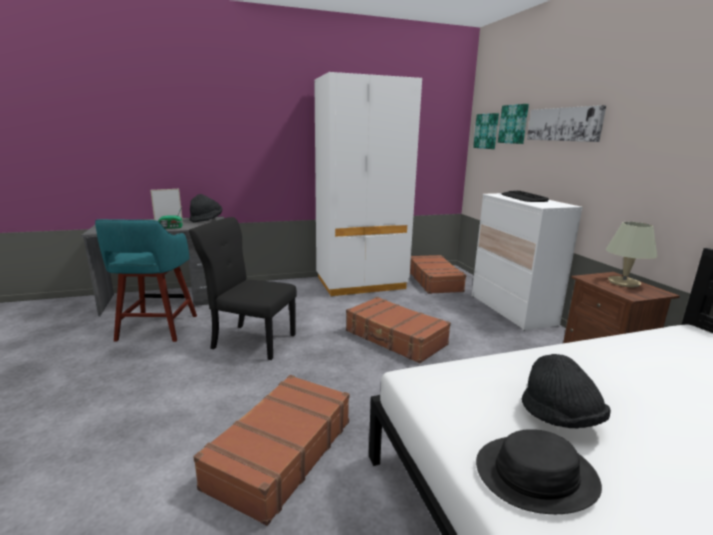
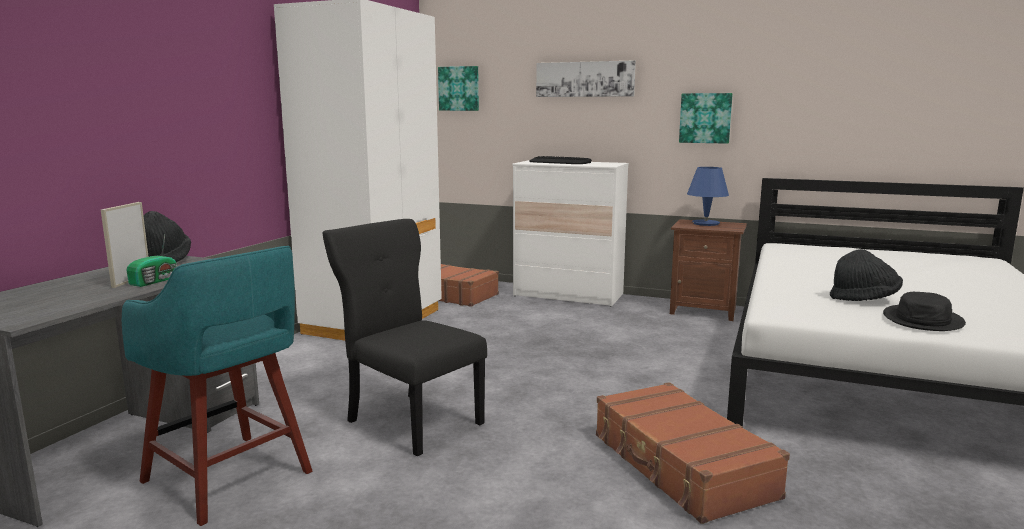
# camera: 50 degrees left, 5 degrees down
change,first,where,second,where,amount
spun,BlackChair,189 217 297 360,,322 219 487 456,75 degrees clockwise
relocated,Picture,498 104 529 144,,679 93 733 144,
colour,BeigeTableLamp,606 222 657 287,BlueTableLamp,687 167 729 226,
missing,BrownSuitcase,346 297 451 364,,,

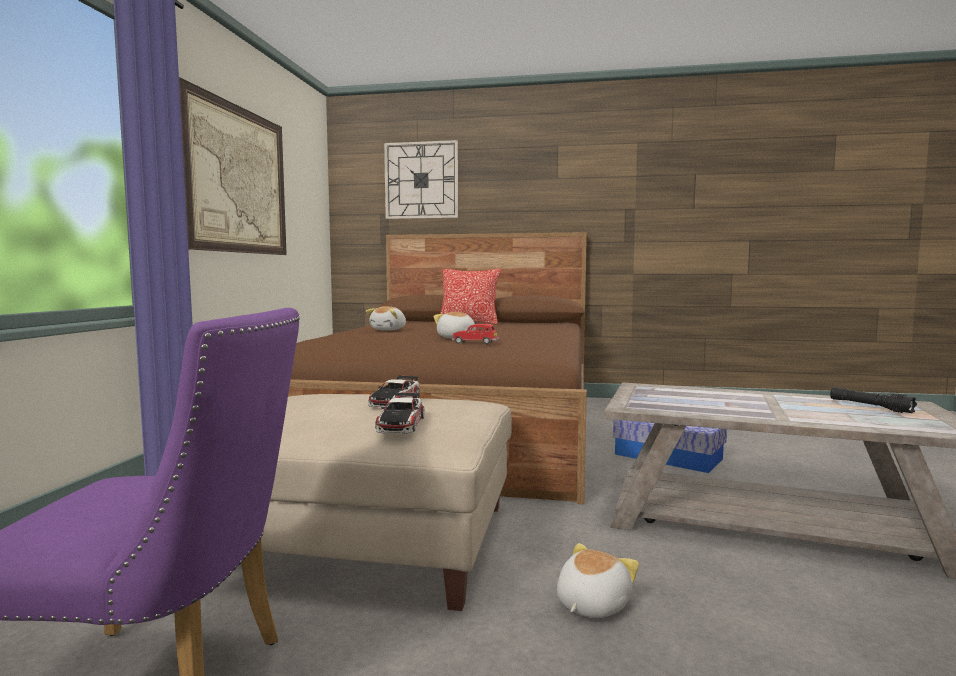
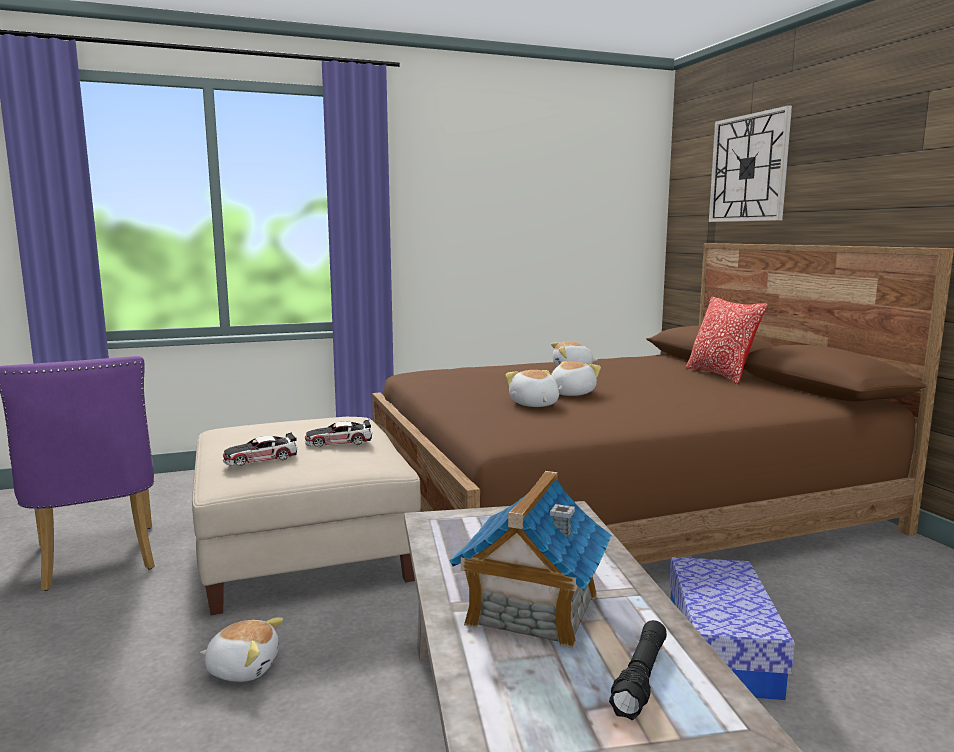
# camera: 60 degrees right, 5 degrees up
change,first,where,second,where,amount
appeared,,,ToyHouse,450 471 612 648,
exchanged,RedToyCar,452 324 500 344,PlushToy,506 370 559 407,
missing,Picture,179 77 287 255,,,

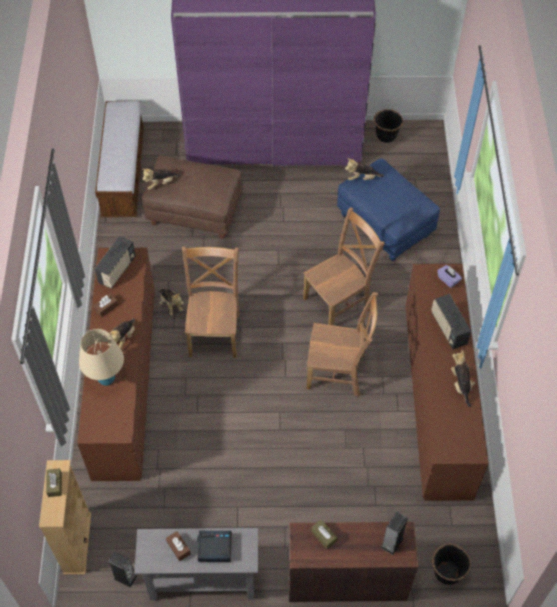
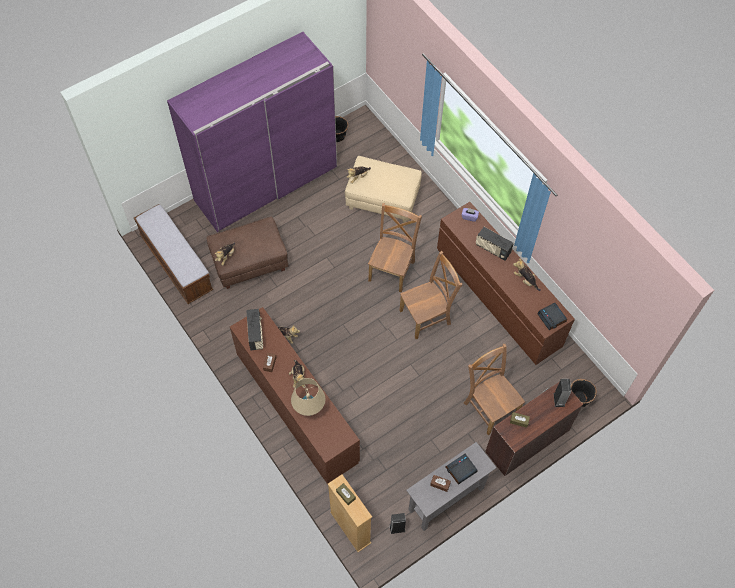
# camera: 35 degrees left, 5 degrees up
change,first,where,second,where,amount
colour,BlueOttoman,337 158 440 262,BeigeOttoman,345 156 422 223,
relocated,BrownChair,182 246 240 358,,464 344 525 435,
appeared,,,AlarmClock,537 303 567 330,

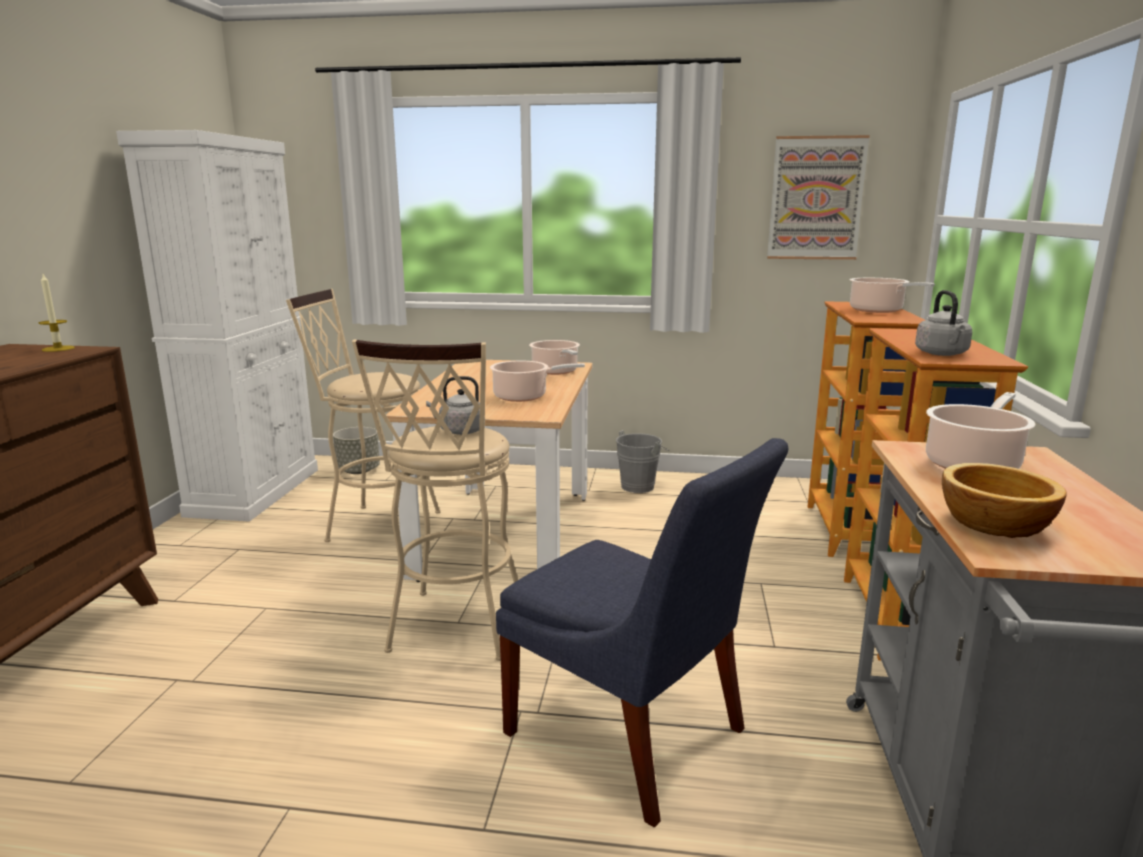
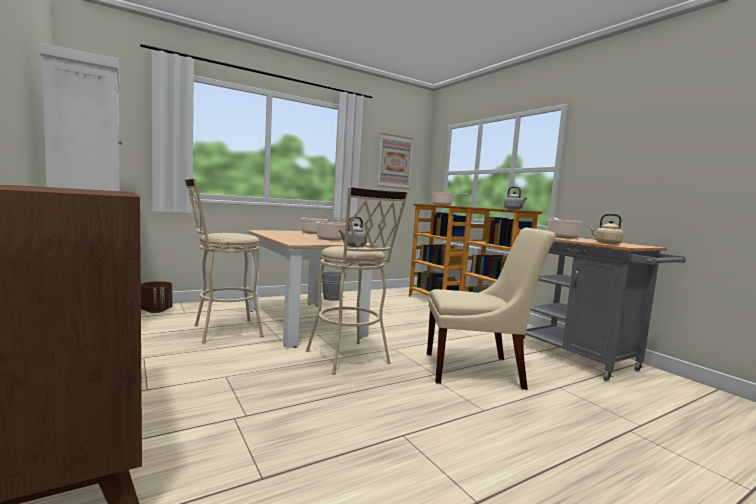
# camera: 40 degrees left, 10 degrees down
change,first,where,second,where,amount
colour,GreyPlanter,333 427 380 474,BrownPlanter,141 281 173 313,
colour,BlueChair,496 438 788 827,BeigeChair,427 227 556 390,
exchanged,Bowl,942 463 1066 538,BeigeKettle,589 214 624 245,
missing,Candle,39 274 75 352,,,

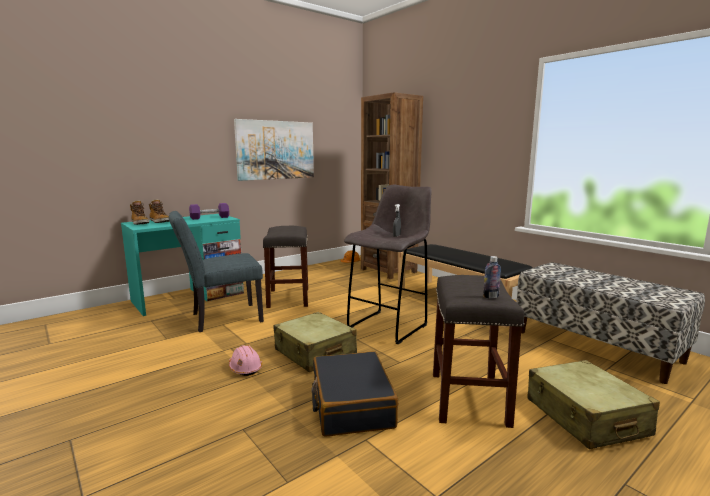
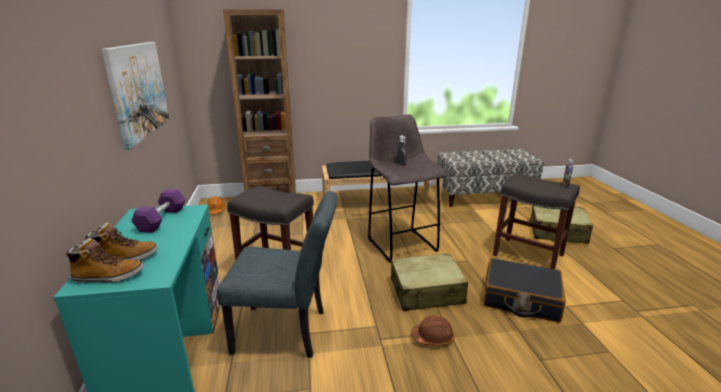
# camera: 60 degrees left, 10 degrees up
change,first,where,second,where,amount
spun,GreyChair,169 211 264 332,,217 191 337 358,90 degrees counterclockwise
colour,PinkHardHat,229 345 262 376,BrownHardHat,411 315 455 346,

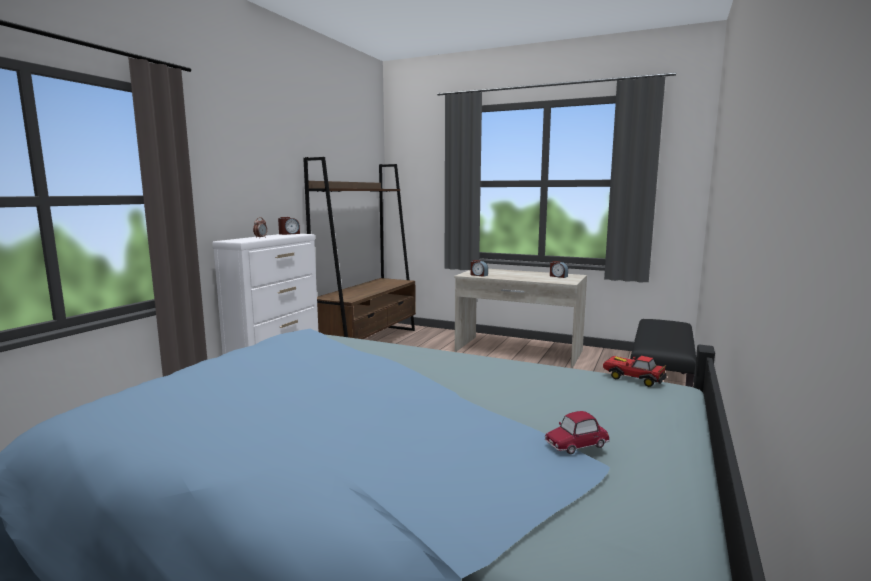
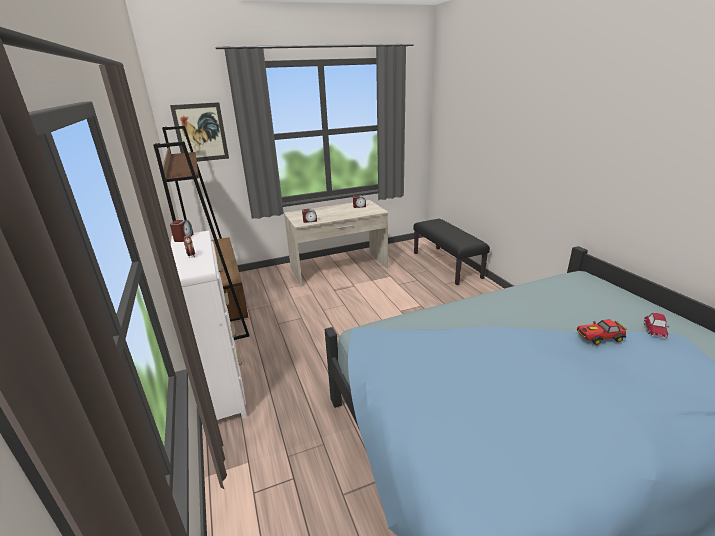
# camera: 45 degrees left, 15 degrees up
change,first,where,second,where,amount
appeared,,,Picture,170 102 229 162,
relocated,ToyCar,603 356 667 387,,577 319 627 345,

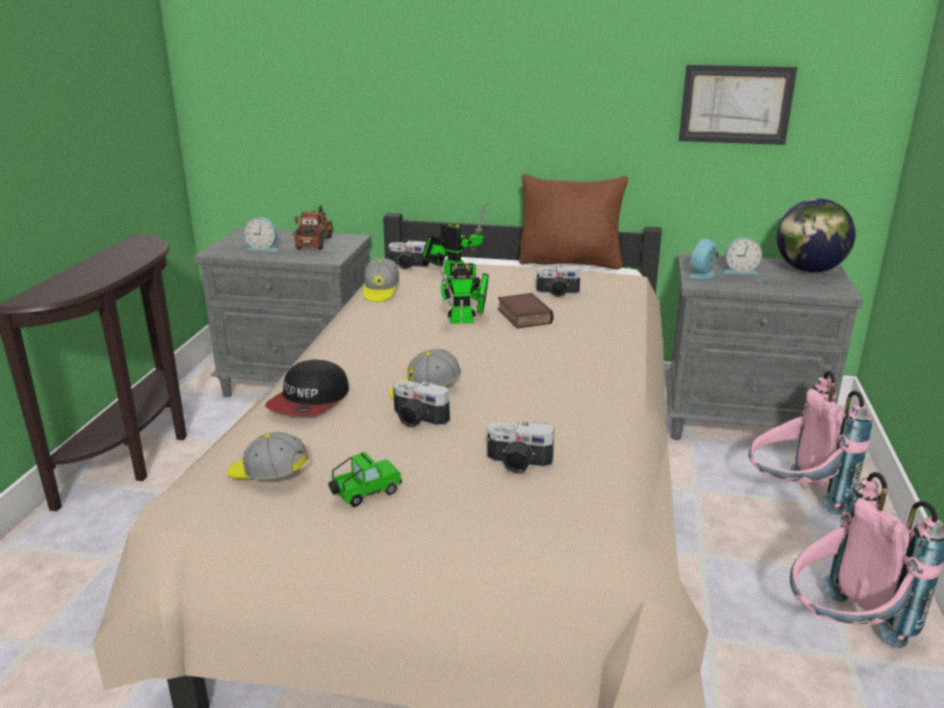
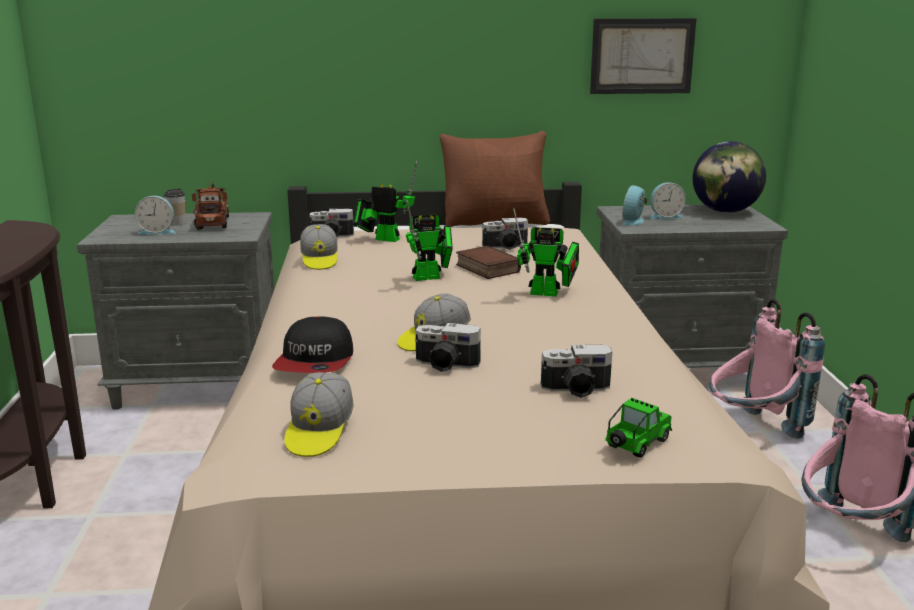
# camera: 15 degrees left, 5 degrees down
change,first,where,second,where,amount
appeared,,,Cup,164 188 186 225,
spun,Cap,227 432 309 480,,284 372 354 457,90 degrees counterclockwise
appeared,,,ToyRobot,513 208 579 297,
relocated,ToyCar,328 452 402 507,,605 398 672 458,

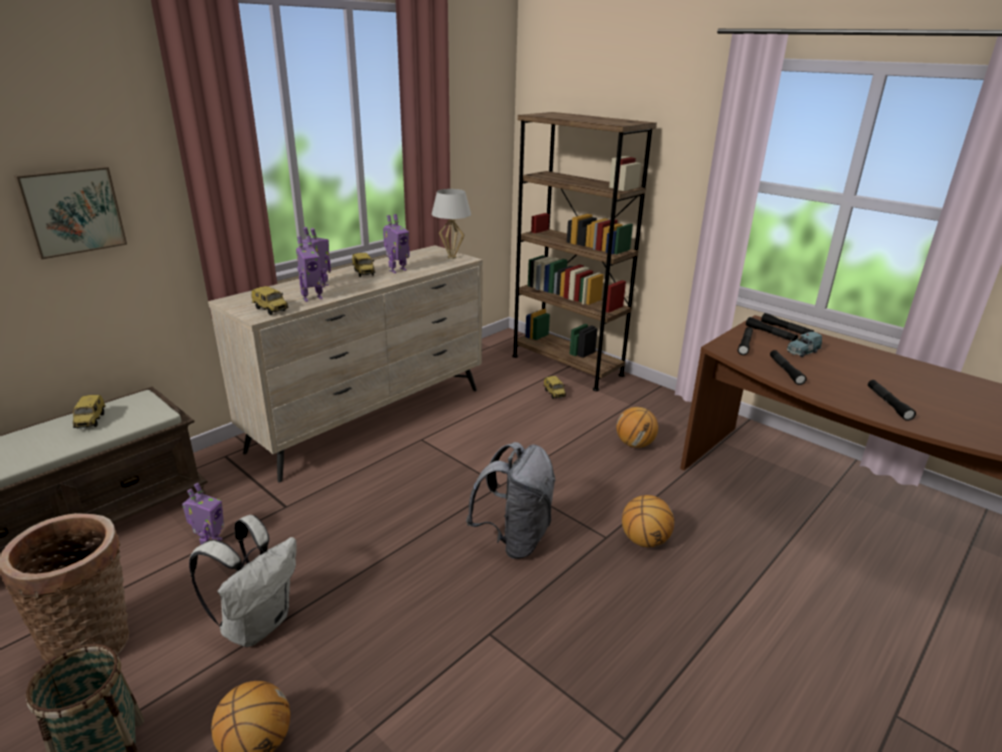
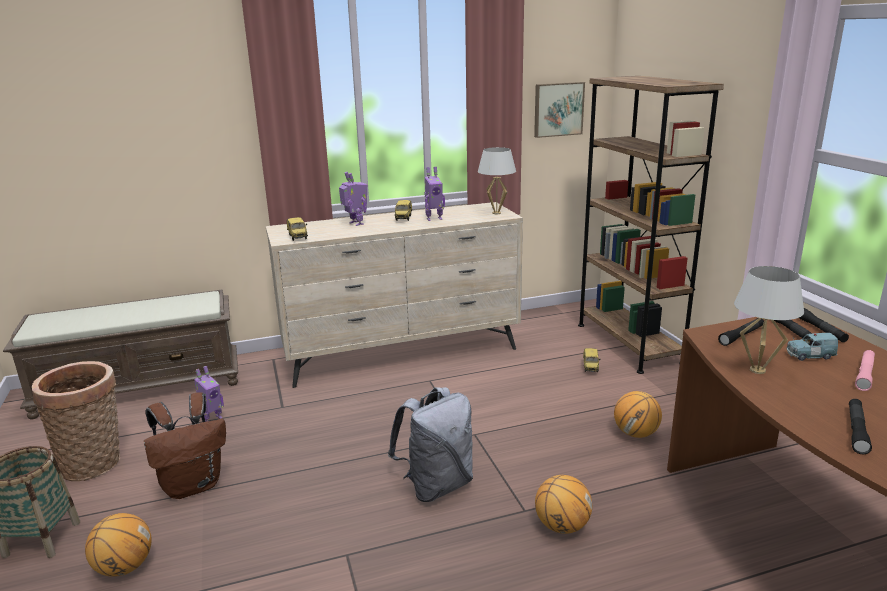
# camera: 30 degrees right, 5 degrees down
change,first,where,second,where,amount
colour,WhiteBackpack,189 515 297 647,BrownBackpack,144 392 226 499,
relocated,Picture,14 166 127 259,,534 82 585 138,
exchanged,BlackFlashlight,770 350 807 385,WhiteTableLamp,734 266 804 374,
appeared,,,PinkFlashlight,855 350 875 391,
missing,ToyCar,73 395 106 428,,,
missing,ToyRobot,296 235 325 302,,,

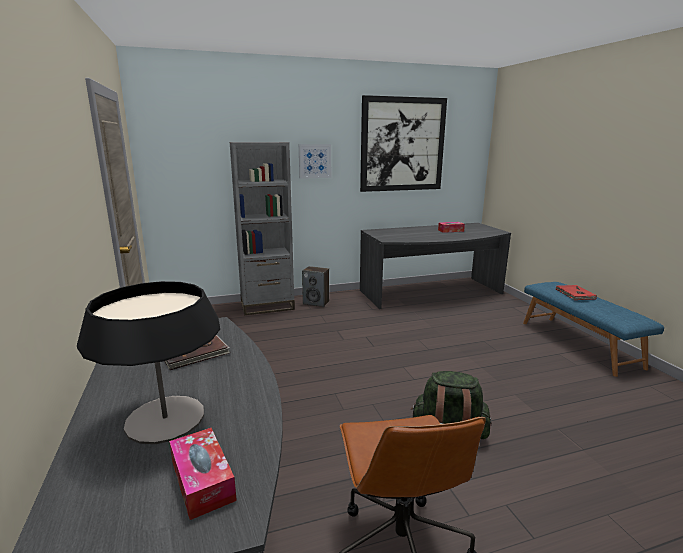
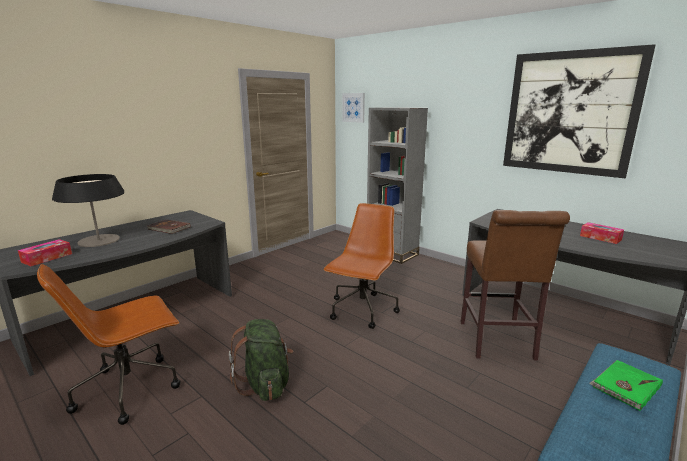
# camera: 60 degrees right, 0 degrees up
change,first,where,second,where,amount
appeared,,,BrownOfficeChair,324 203 400 329,
relocated,Picture,299 144 331 179,,342 93 365 123,
appeared,,,BrownStool,460 210 570 361,
colour,RedBook,556 285 597 300,GreenBook,589 360 663 411,
missing,Speaker,302 266 329 307,,,

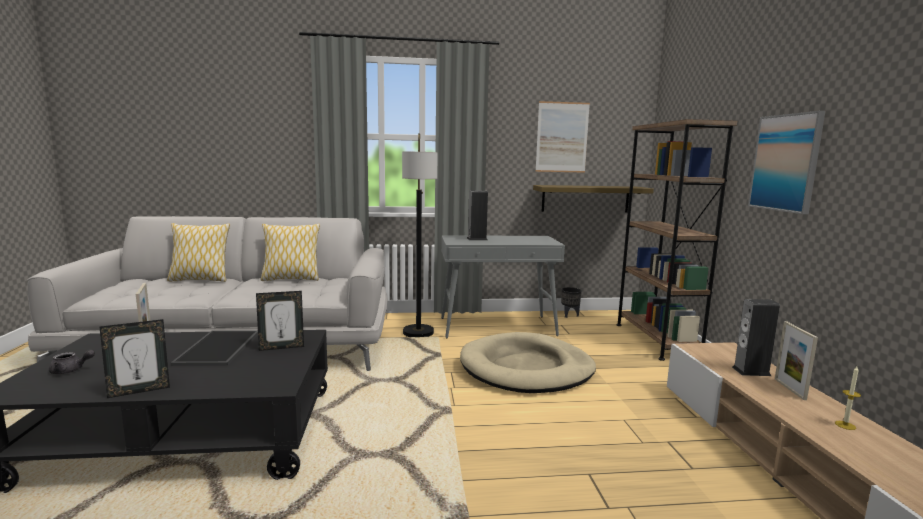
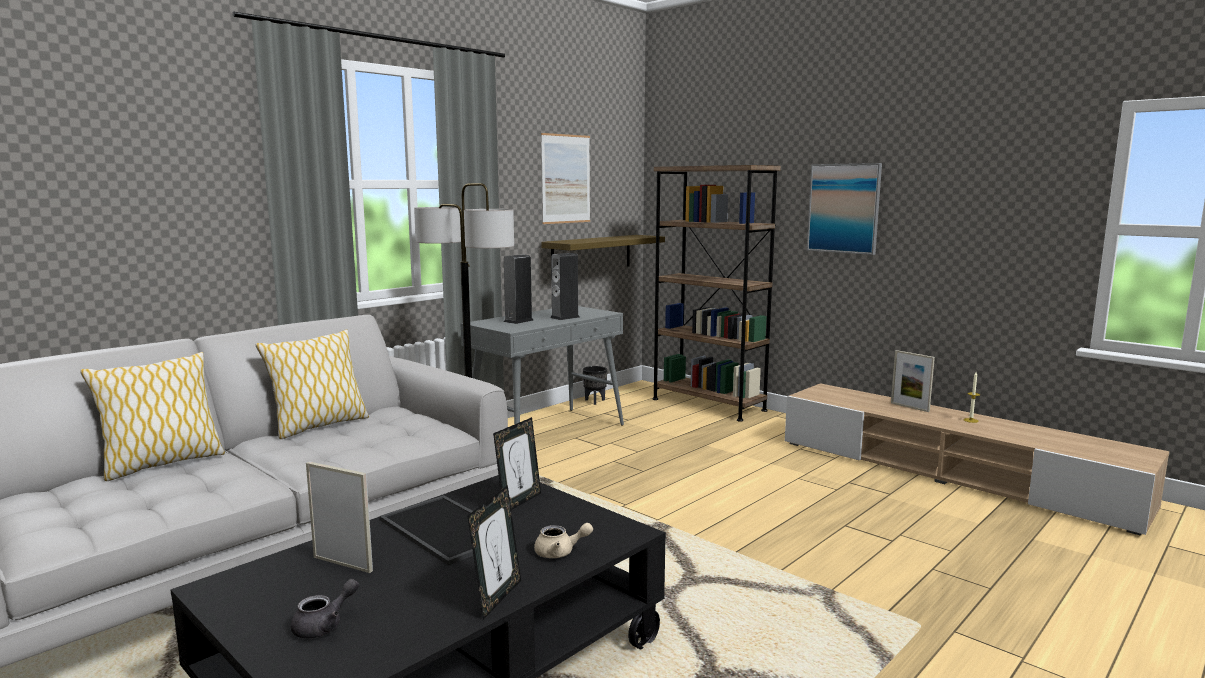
# camera: 40 degrees left, 0 degrees up
change,first,where,second,where,amount
appeared,,,BeigeTeapot,534 523 593 558,
relocated,Speaker,732 299 780 376,,550 253 580 320,
missing,BeigeDogBed,460 332 596 393,,,

